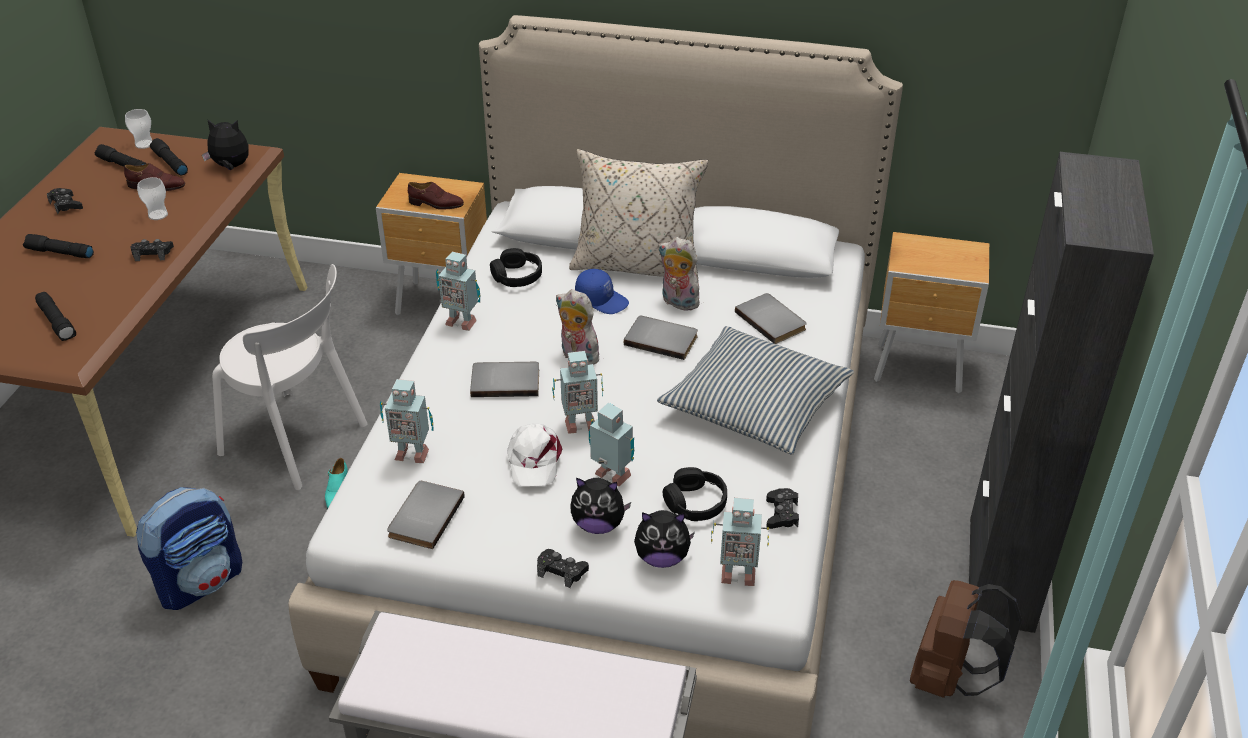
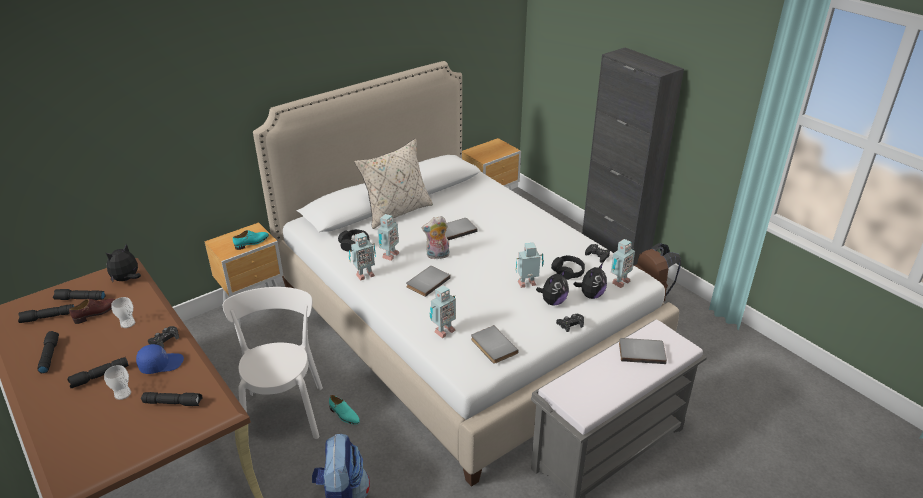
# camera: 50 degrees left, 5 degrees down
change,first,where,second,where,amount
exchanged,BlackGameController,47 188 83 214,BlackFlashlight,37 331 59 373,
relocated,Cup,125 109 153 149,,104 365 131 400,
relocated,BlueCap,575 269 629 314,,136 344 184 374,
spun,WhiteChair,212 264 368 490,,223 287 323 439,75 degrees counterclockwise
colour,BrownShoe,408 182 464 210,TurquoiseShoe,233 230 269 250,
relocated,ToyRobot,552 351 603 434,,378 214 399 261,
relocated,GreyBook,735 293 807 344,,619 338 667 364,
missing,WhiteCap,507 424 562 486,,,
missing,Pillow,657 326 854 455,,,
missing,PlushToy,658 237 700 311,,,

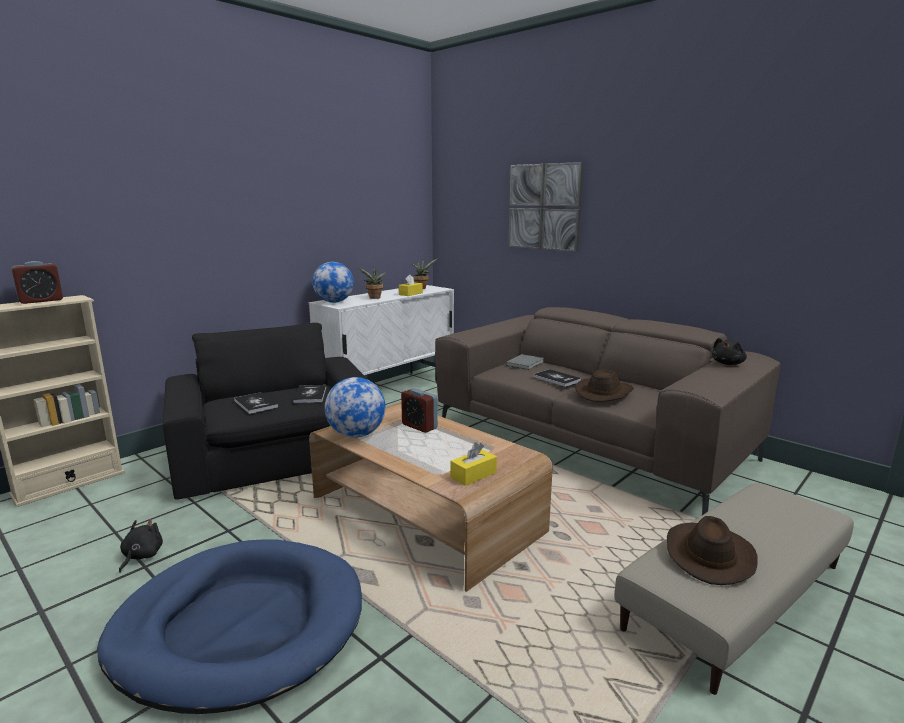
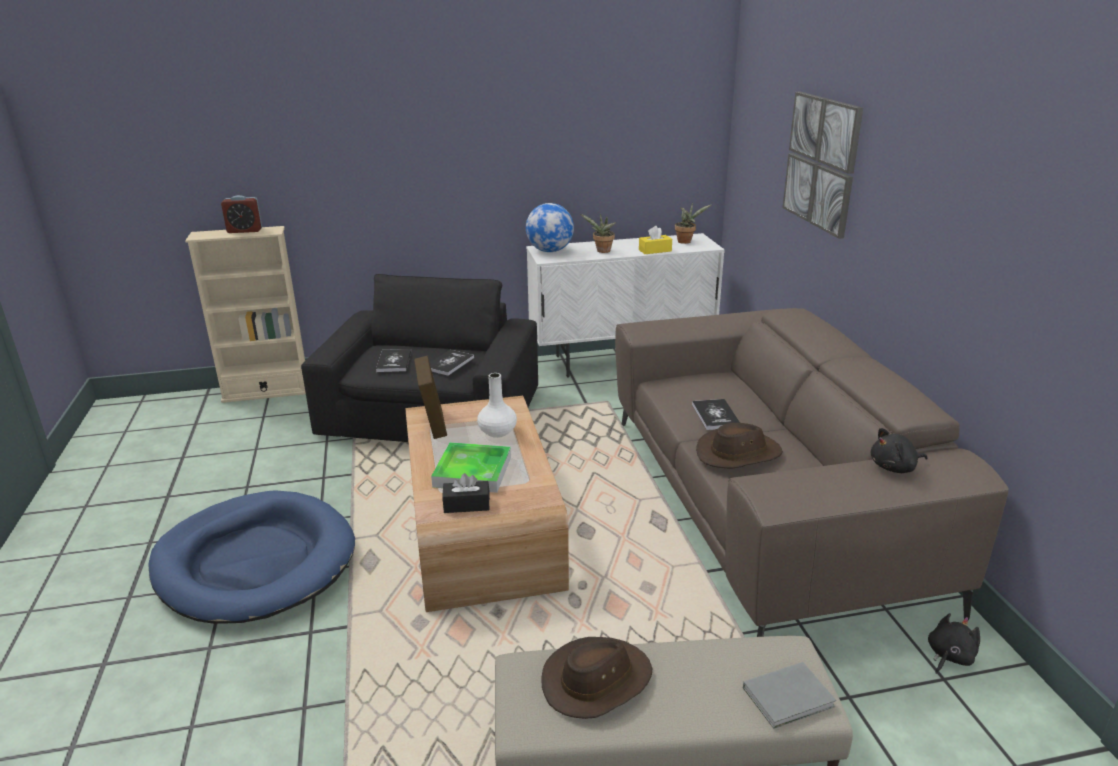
# camera: 35 degrees right, 10 degrees up
change,first,where,second,where,amount
exchanged,Globe,325 377 386 438,PictureFrame,414 356 447 439,
appeared,,,Tray,431 442 511 493,
colour,YellowTissueBox,450 442 497 486,BlackTissueBox,442 473 490 513,
exchanged,AlarmClock,401 388 438 433,WhiteVase,477 373 517 438,
relocated,GreyBook,506 354 544 370,,743 662 836 729,
relocated,BlackPlushToy,119 519 163 573,,928 613 980 674,

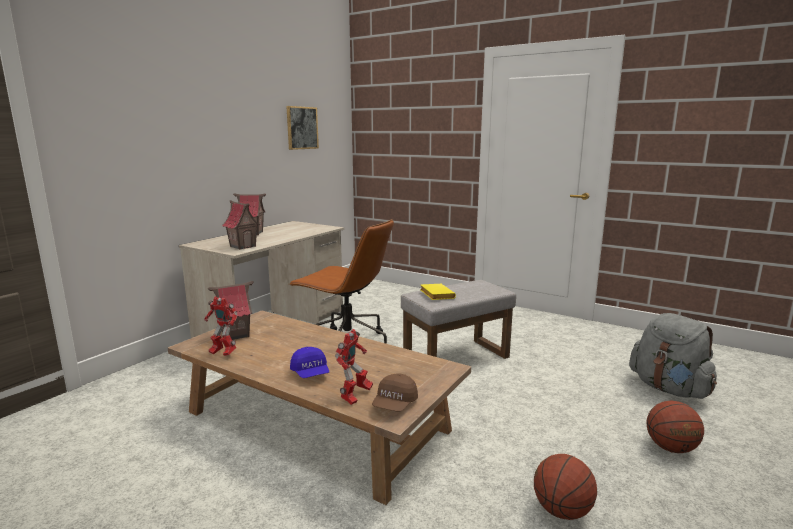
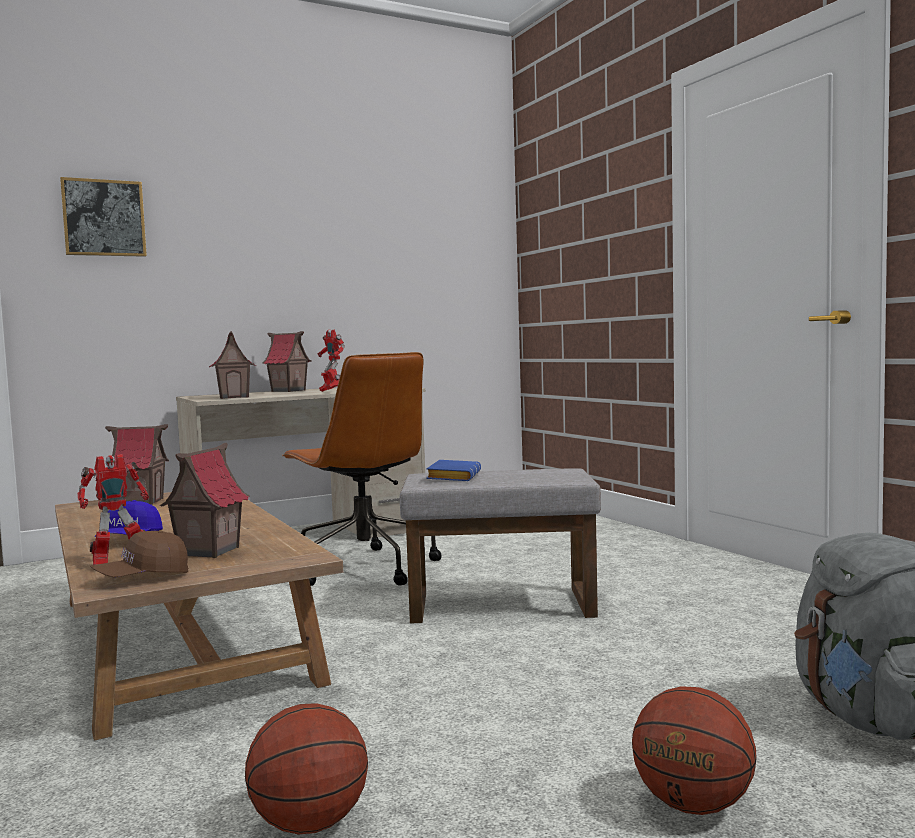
# camera: 30 degrees right, 10 degrees down
change,first,where,second,where,amount
relocated,Picture,286 106 319 150,,60 177 147 257,
appeared,,,ToyHouse,160 443 250 558,
relocated,ToyRobot,204 297 237 356,,318 330 345 392,
colour,YellowBook,420 284 456 300,BlueBook,426 460 481 481,

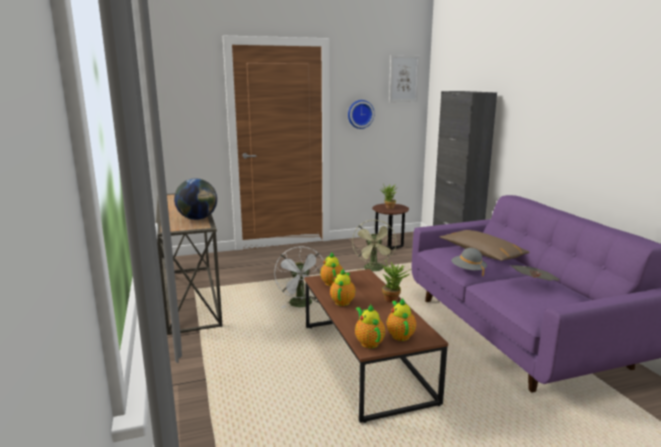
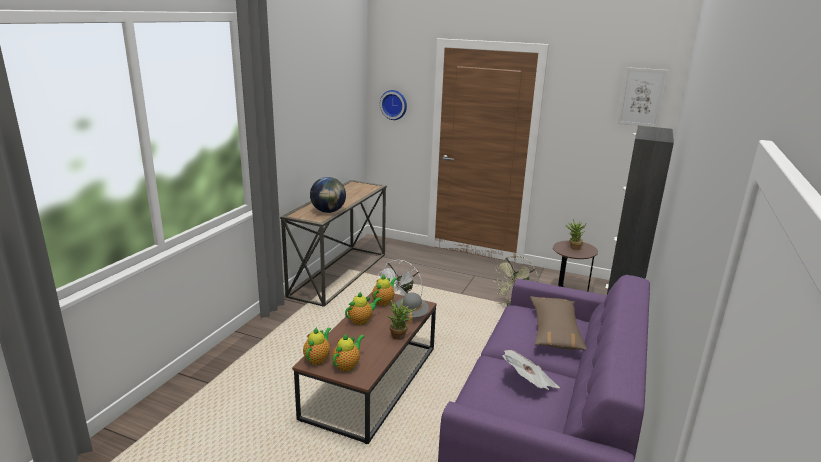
# camera: 40 degrees right, 5 degrees up
change,first,where,second,where,amount
relocated,WallClock,348 100 375 129,,380 90 407 120,
relocated,GreyHat,451 248 487 276,,396 293 429 324,

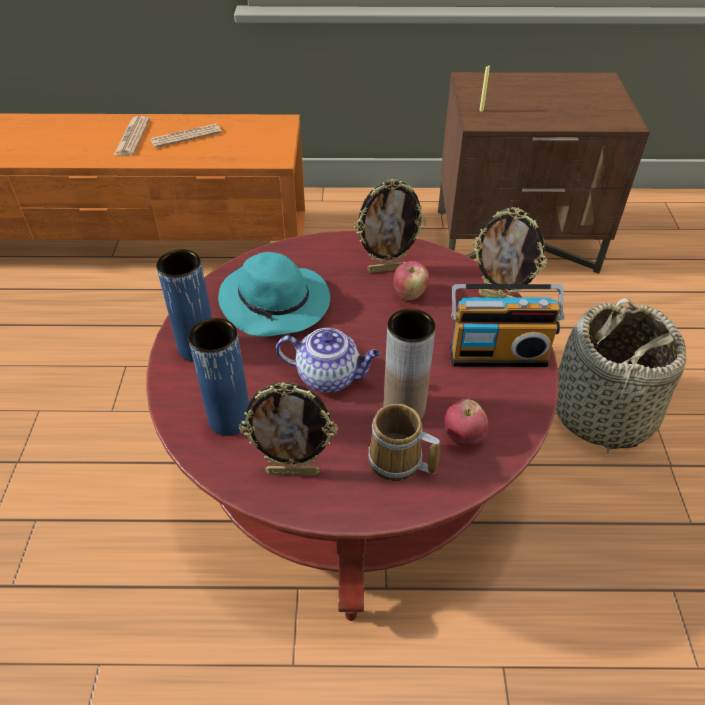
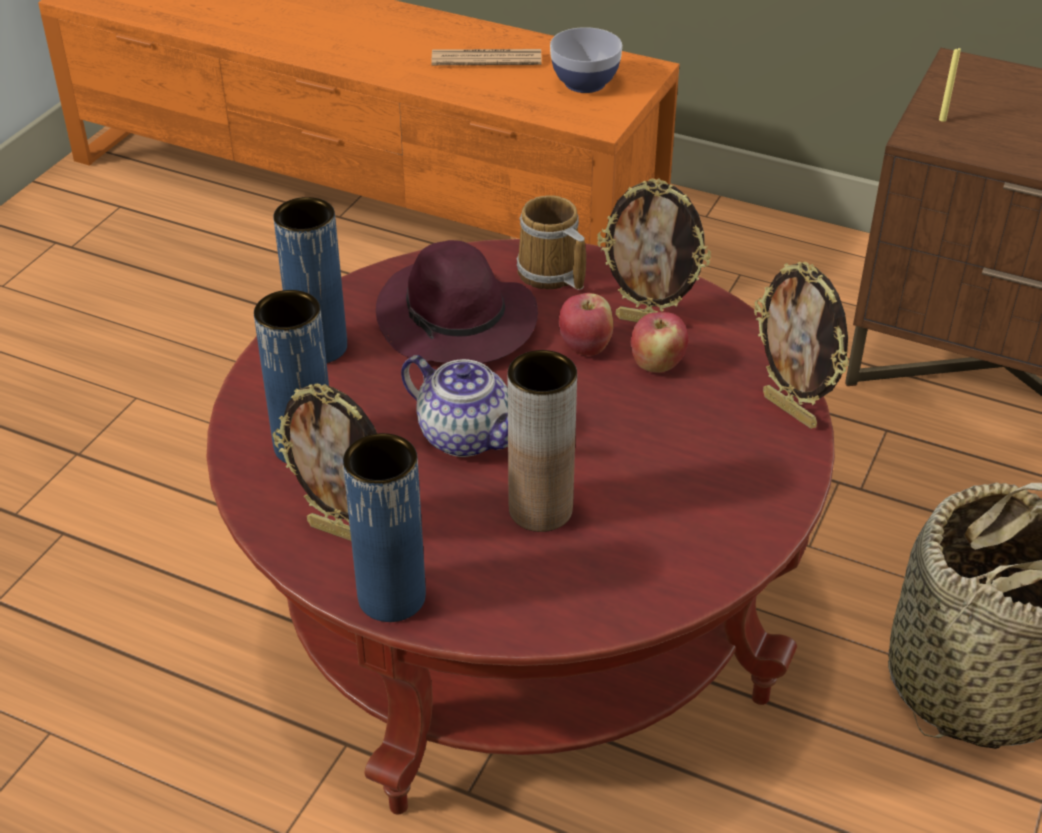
# camera: 25 degrees right, 5 degrees down
change,first,where,second,where,amount
appeared,,,BlueVase,343 433 426 622,
colour,TurquoiseHat,218 252 330 337,PurpleHat,376 240 538 363,
relocated,Mug,368 404 440 481,,517 195 586 290,
appeared,,,Bowl,550 27 622 93,
relocated,Apple,444 399 488 446,,559 293 613 356,
missing,Newspaper,114 116 150 156,,,
missing,Radio,450 284 564 367,,,

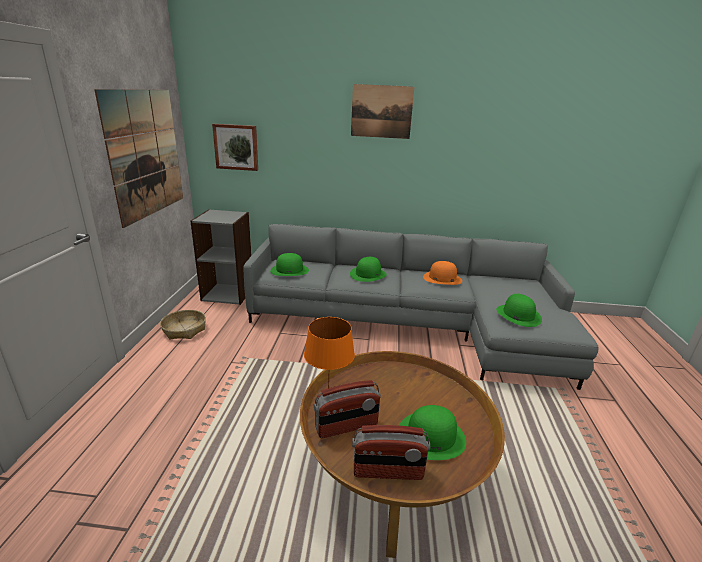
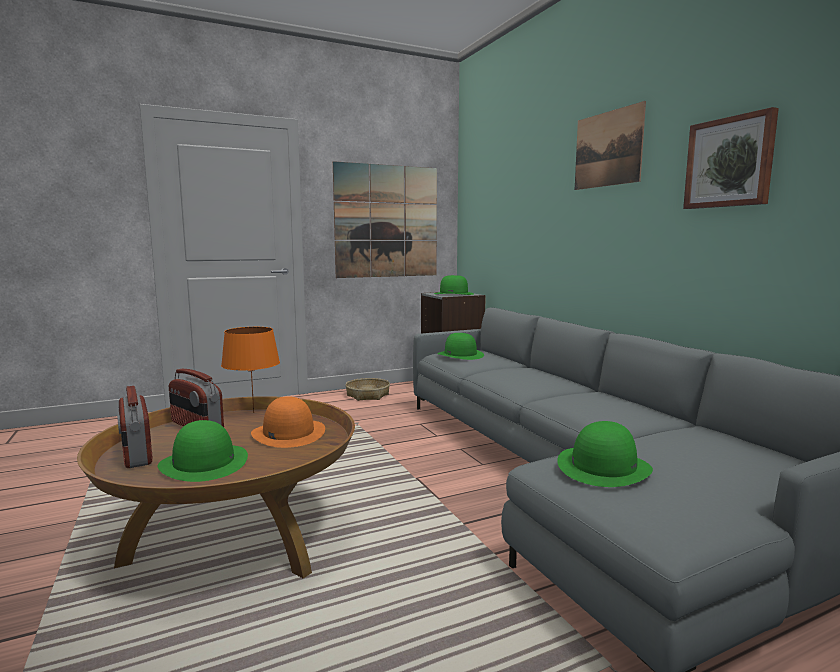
# camera: 60 degrees right, 15 degrees down
change,first,where,second,where,amount
relocated,OrangeHat,423 261 462 285,,251 396 325 448,
relocated,GreenHat,350 257 387 282,,434 275 474 295,
relocated,Picture,212 124 258 171,,683 107 779 209,

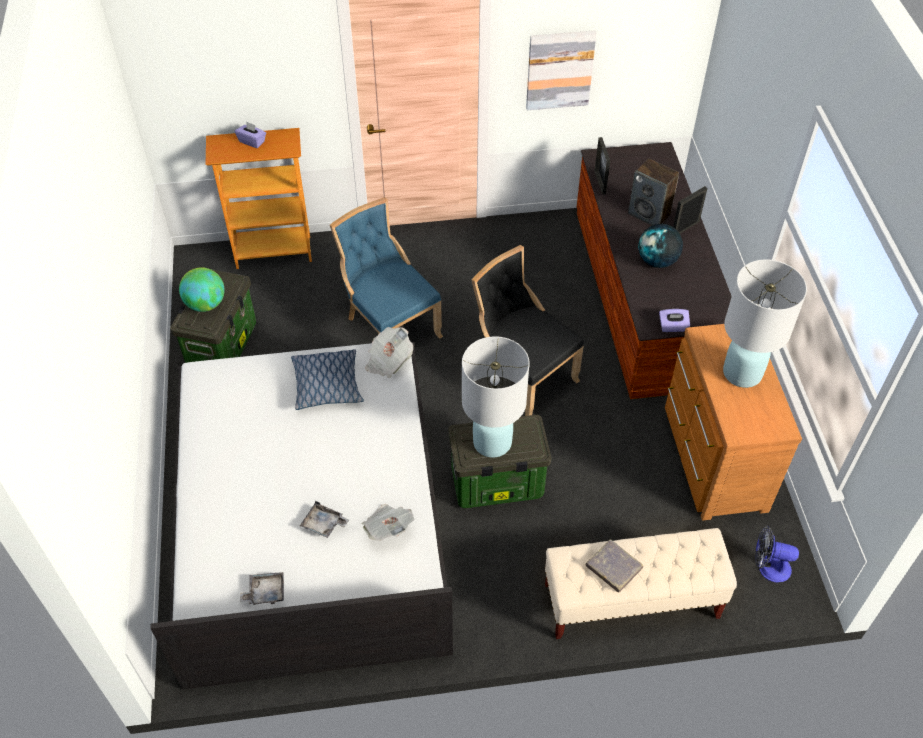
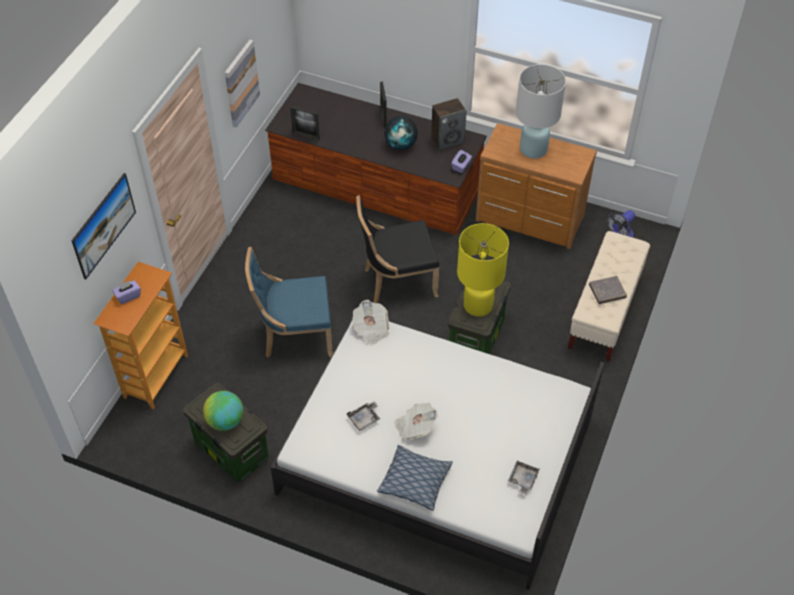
# camera: 60 degrees left, 0 degrees up
change,first,where,second,where,amount
appeared,,,Picture,71 173 136 279,
relocated,GreyTray,300 501 349 538,,347 401 380 431,
relocated,Pillow,291 349 364 410,,377 445 453 511,
relocated,Newspaper,362 504 415 541,,394 403 438 440,
relocated,Speaker,628 158 679 225,,431 98 467 151,
colour,WhiteTableLamp,462 336 530 458,YellowTableLamp,457 223 509 317,

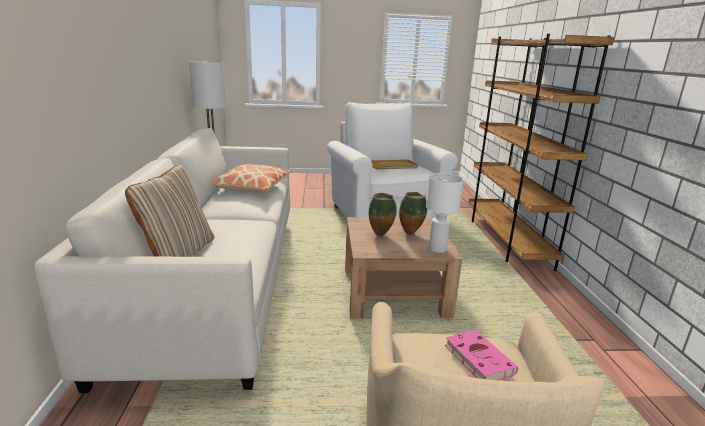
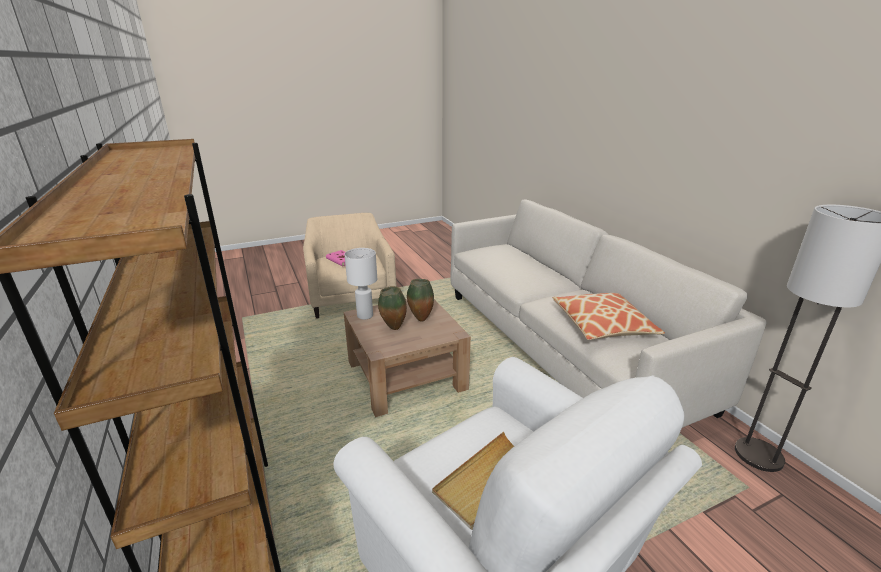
# camera: 160 degrees right, 5 degrees up
change,first,where,second,where,amount
missing,BeigePillow,125 165 214 257,,,

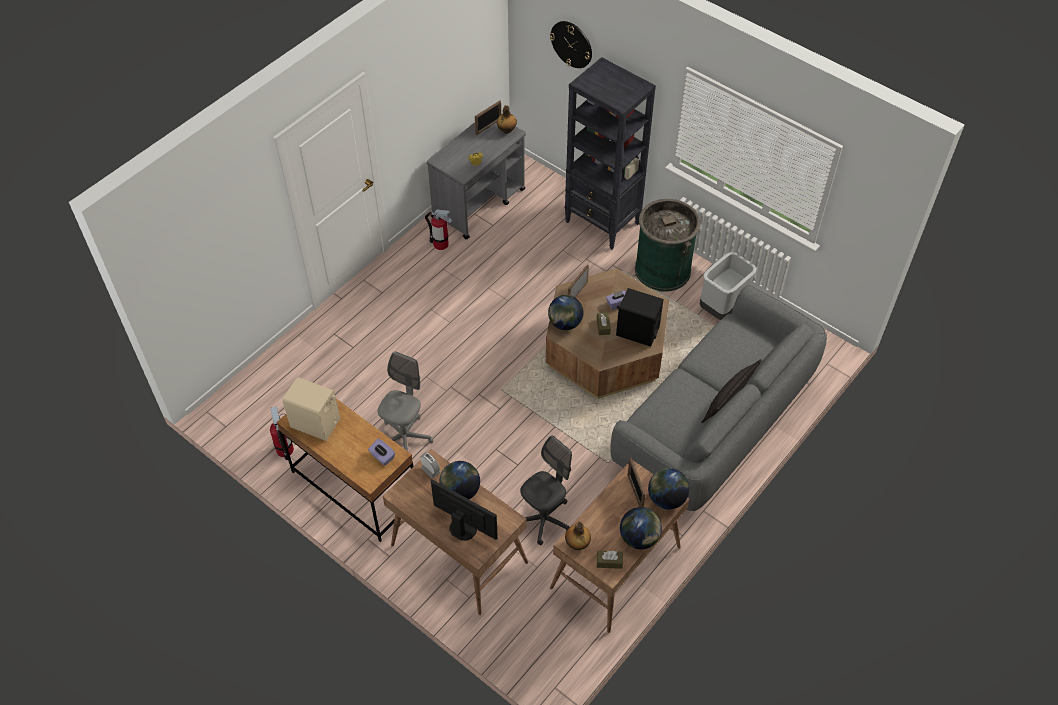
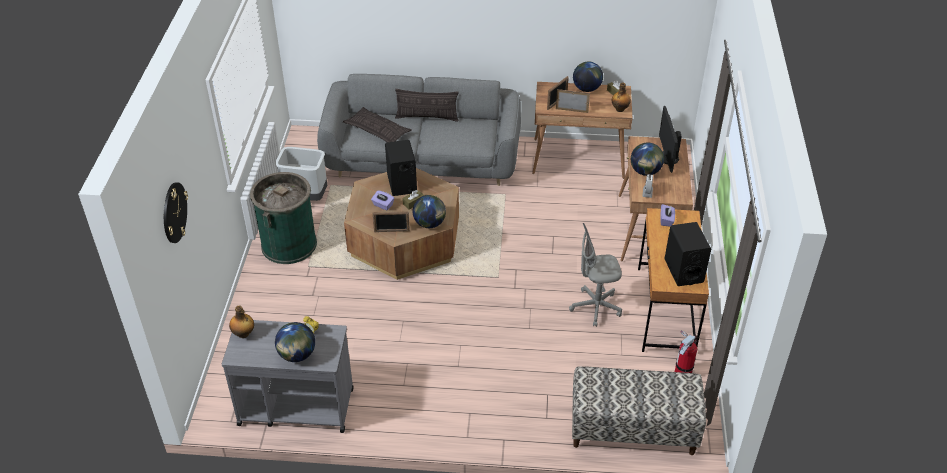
# camera: 125 degrees left, 10 degrees down
change,first,where,second,where,amount
relocated,Globe,648 468 689 509,,275 322 315 362,
appeared,,,Pillow,343 107 412 142,
relocated,PictureFrame,475 101 501 135,,556 89 590 113,
appeared,,,Bench,572 366 706 455,
colour,BeigeSpeaker,282 377 340 441,BlackSpeaker,664 222 711 286,
missing,FireExtinguisher,425 209 452 250,,,
missing,GreyOfficeChair,520 436 572 545,,,
missing,BlackBookcase,565 57 656 249,,,

